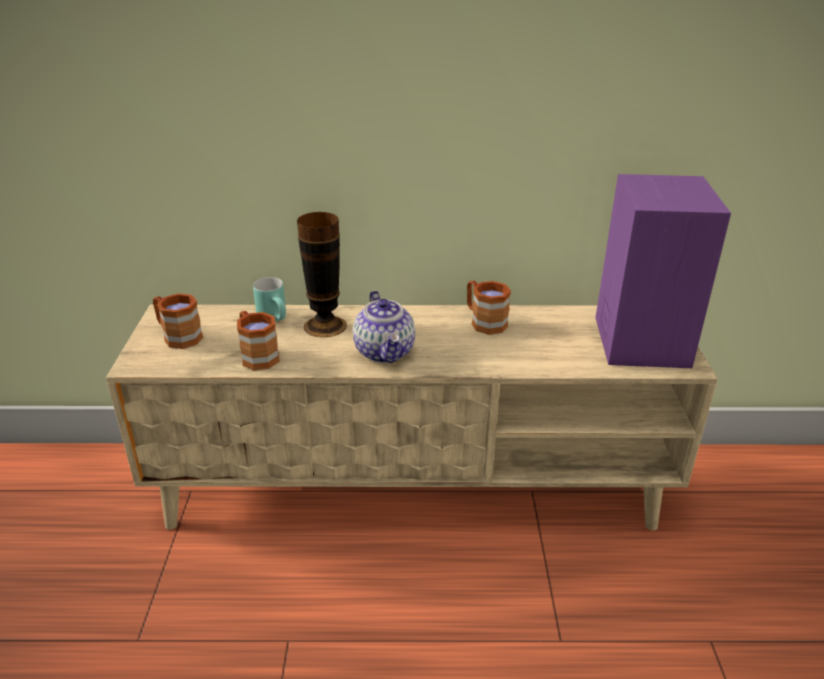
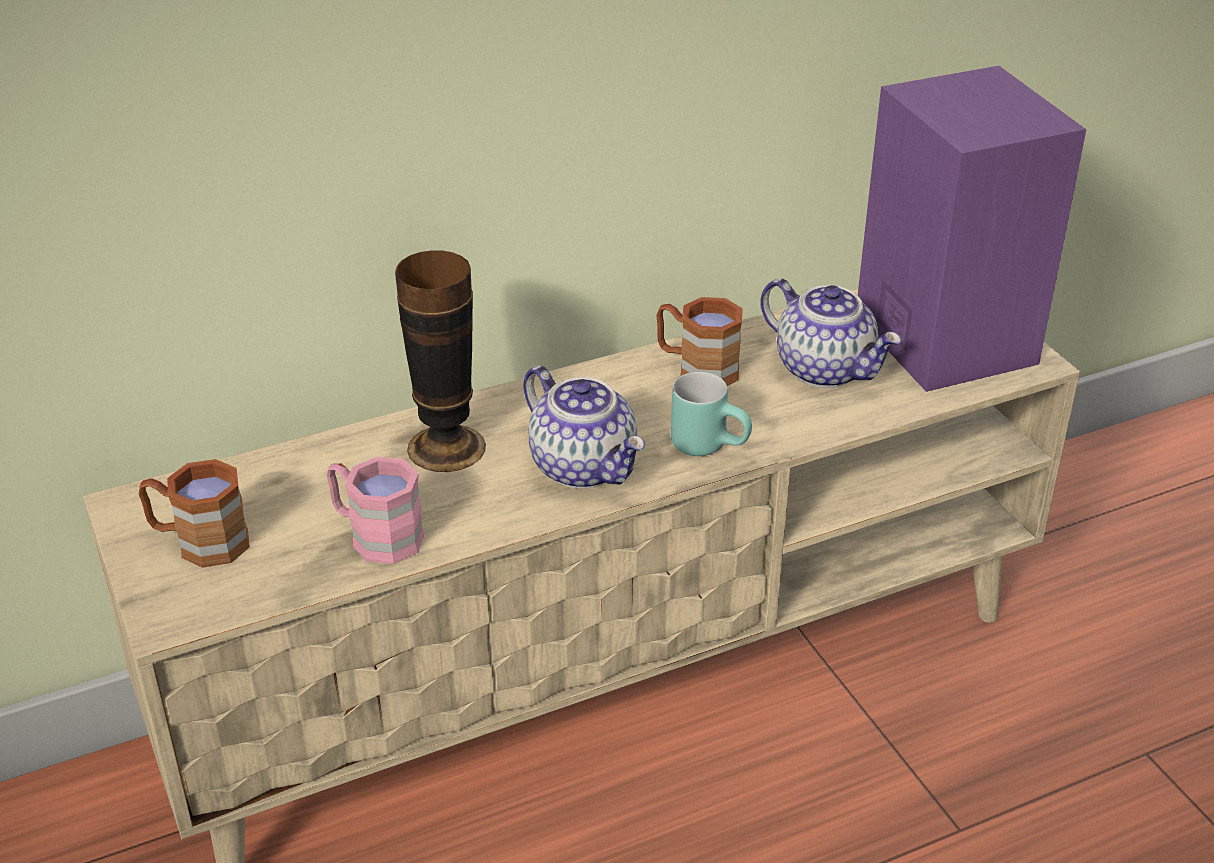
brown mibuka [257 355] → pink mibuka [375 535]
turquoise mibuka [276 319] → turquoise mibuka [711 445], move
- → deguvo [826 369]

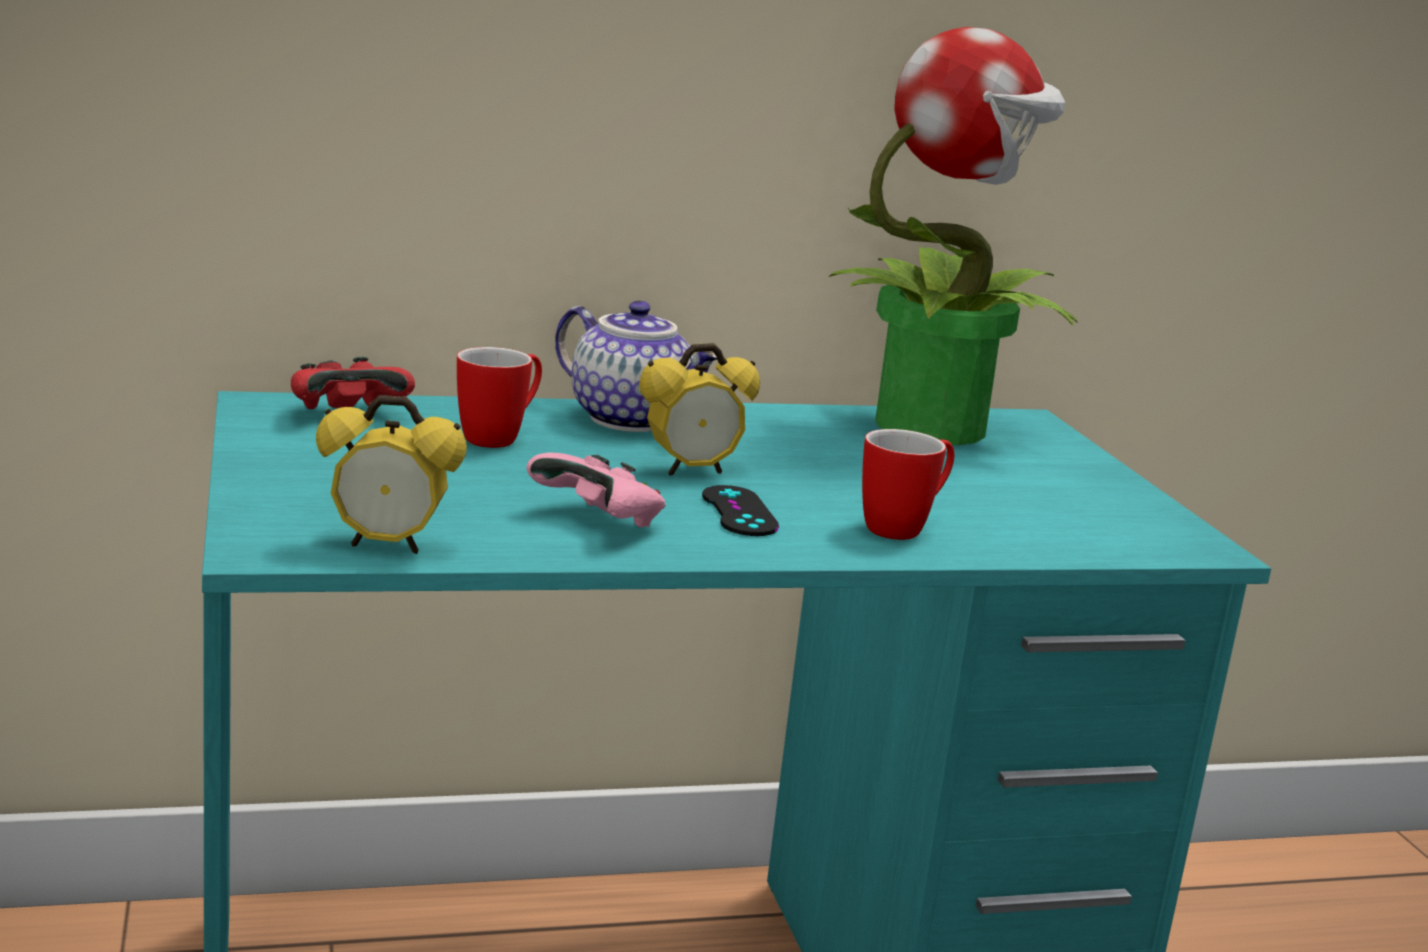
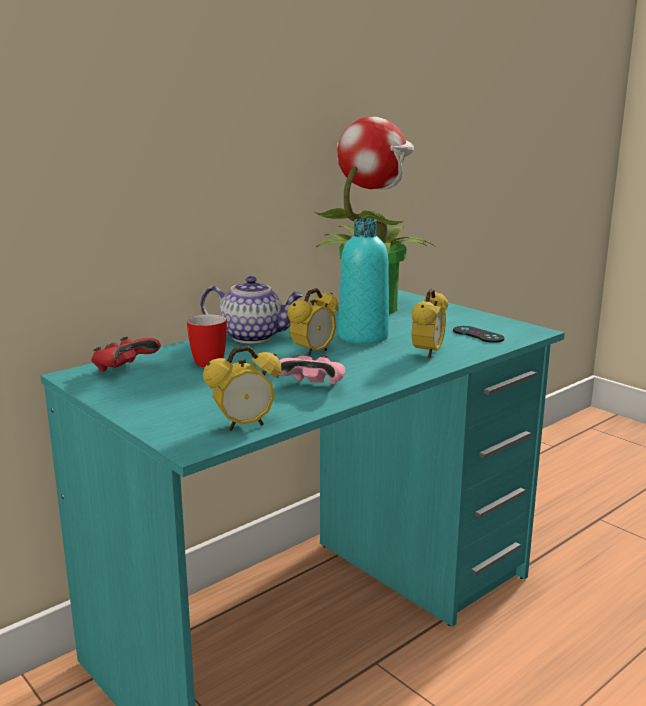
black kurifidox [739 512] → black kurifidox [478 335], move
mibuka [904 528] → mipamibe [428 353]
- → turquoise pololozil [363 337]

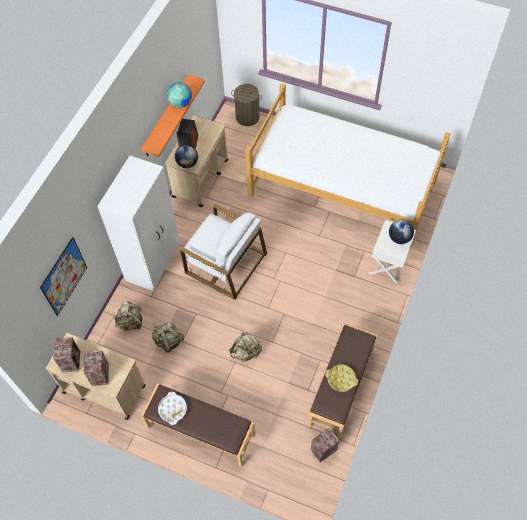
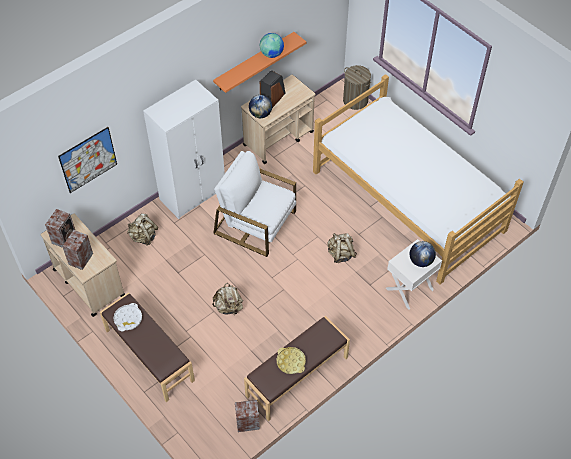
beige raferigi [168 341] → beige raferigi [340 254], move
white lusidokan [225 263] → white lusidokan [256 222], 150 degrees clockwise

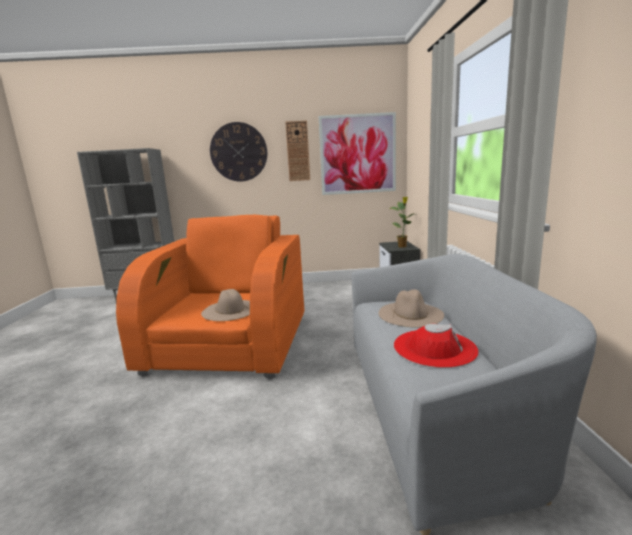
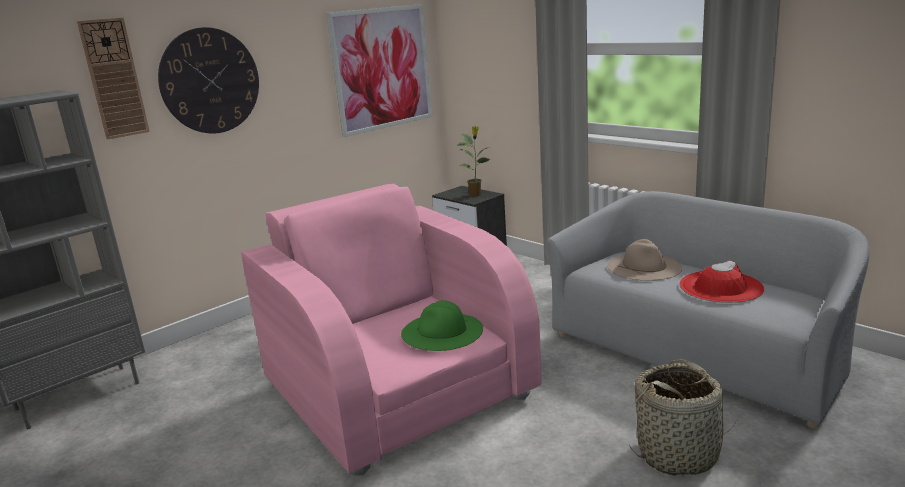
orange lusidokan [231 344] → pink lusidokan [398 389]
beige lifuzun [229 310] → green lifuzun [442 331]
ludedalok [298 151] → ludedalok [114 78], move
- → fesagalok [679 454]

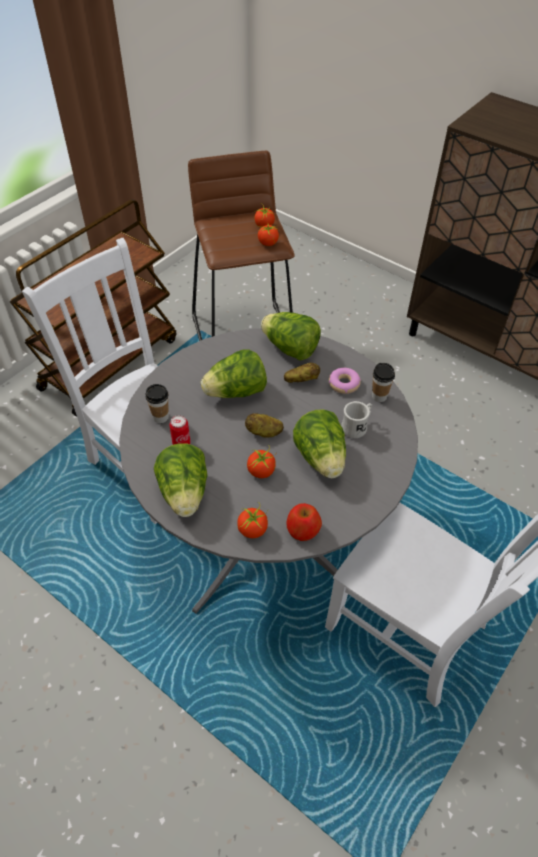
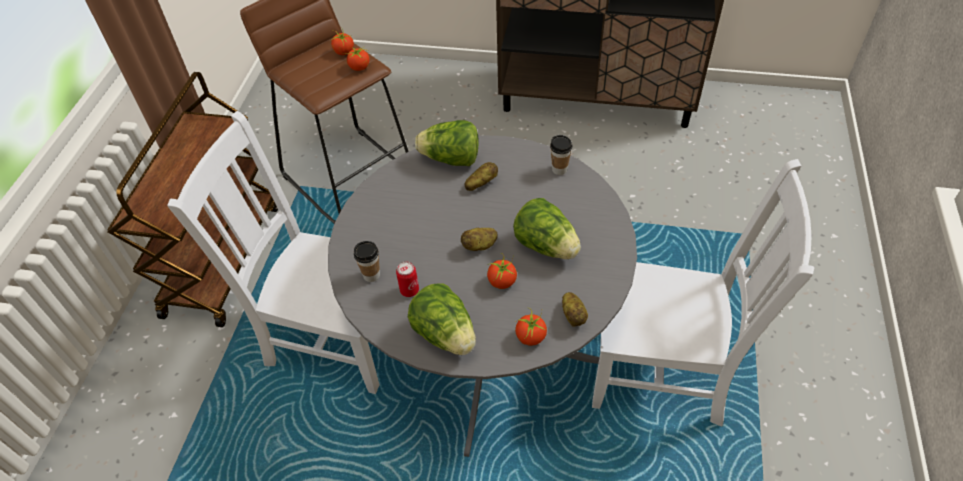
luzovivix [236 392] → -
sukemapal [303 529] → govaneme [573 315]
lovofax [344 384] → -
white mibuka [357 427] → -

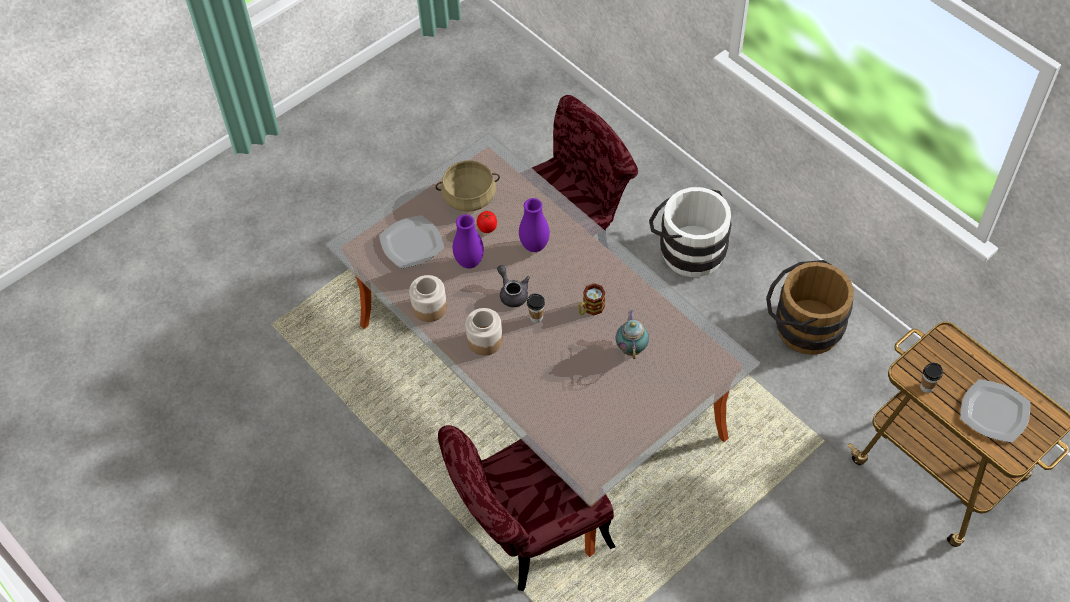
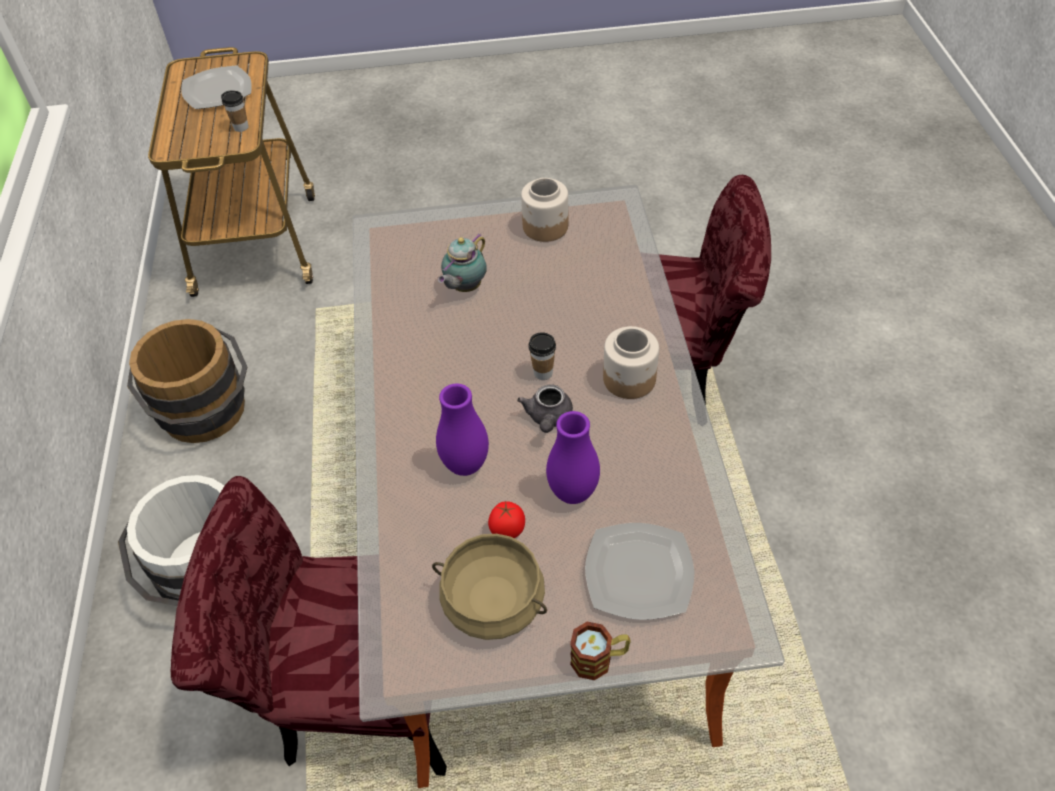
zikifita [429 308] → zikifita [546 227], move
mibuka [590 309] → mibuka [599 659], move

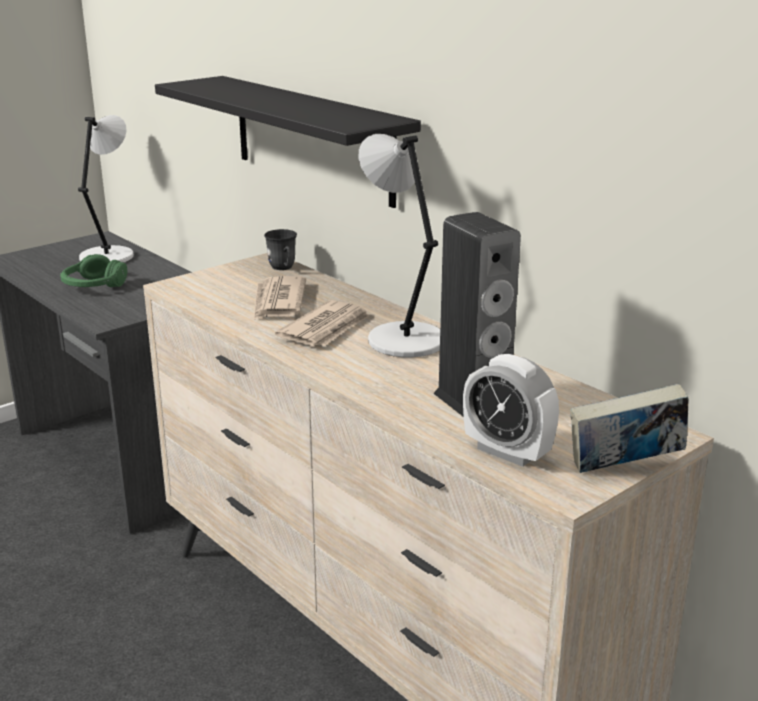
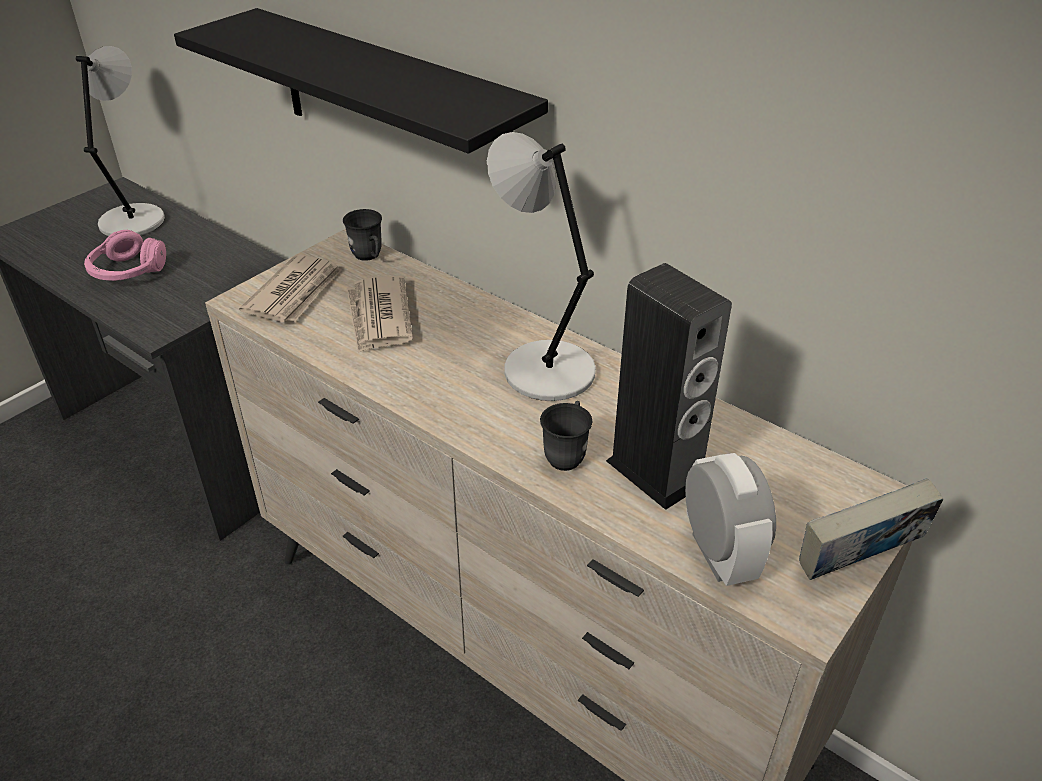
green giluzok [93 286] → pink giluzok [127 271]
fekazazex [326 328] → fekazazex [296 293], move
mipamibe [507 452] → mipamibe [719 554], 135 degrees counterclockwise
- → grey mibuka [567 453]

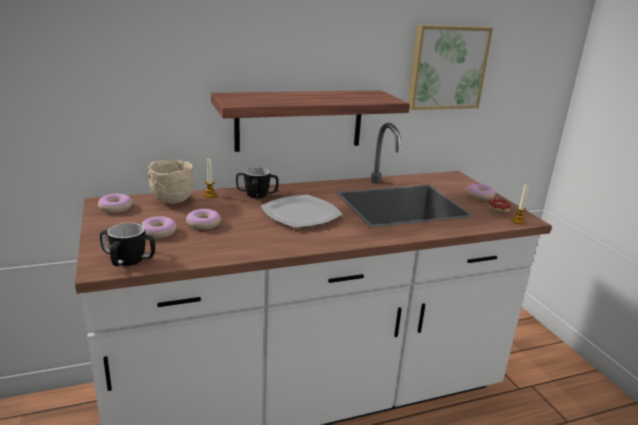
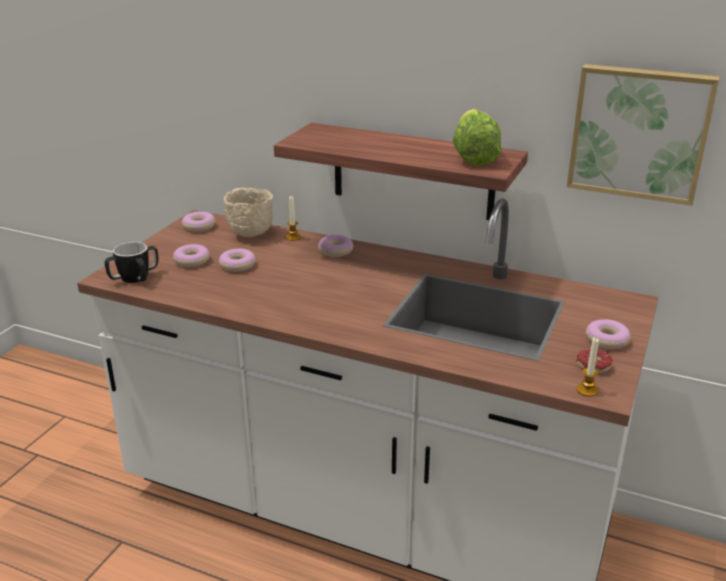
mibuka [257 195] → lovofax [335 251]
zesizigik [300 214] → -
- → luzovivix [474 157]

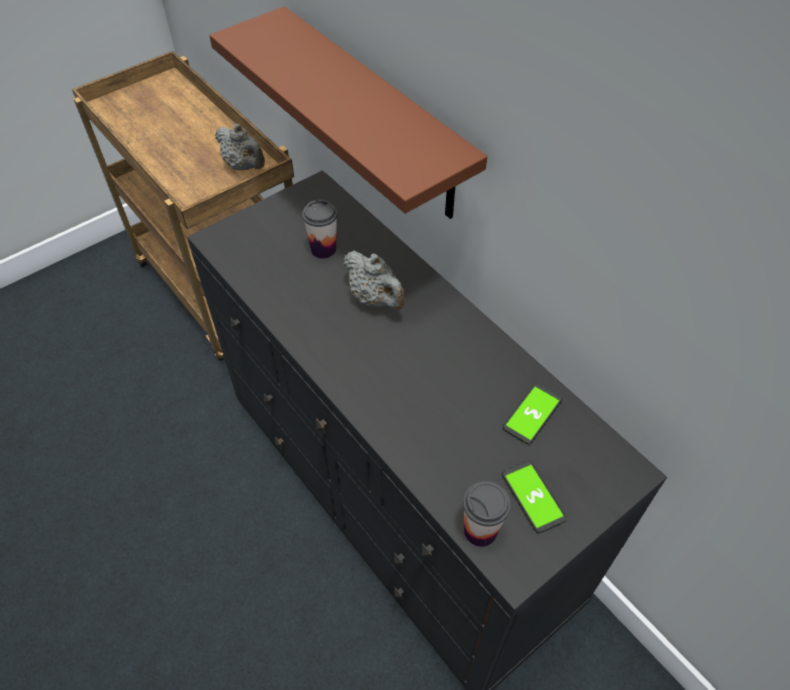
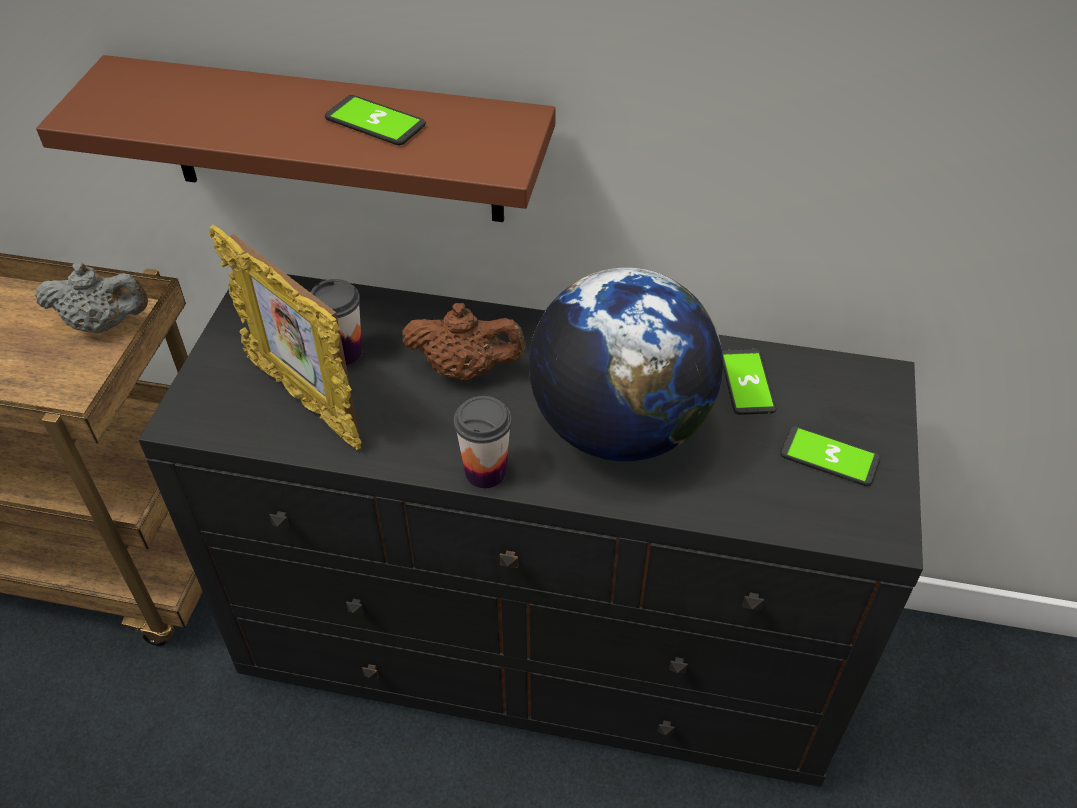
grey deguvo [375 299] → brown deguvo [465 369]
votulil [480 530] → votulil [485 472], move
- → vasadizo [305 401]
- → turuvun [375 122]
- → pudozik [619 427]

